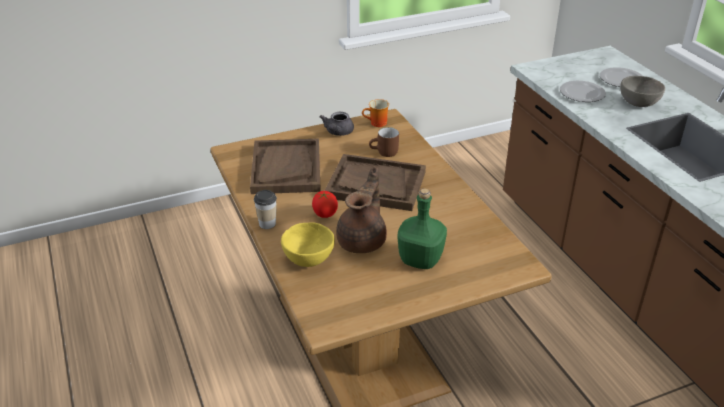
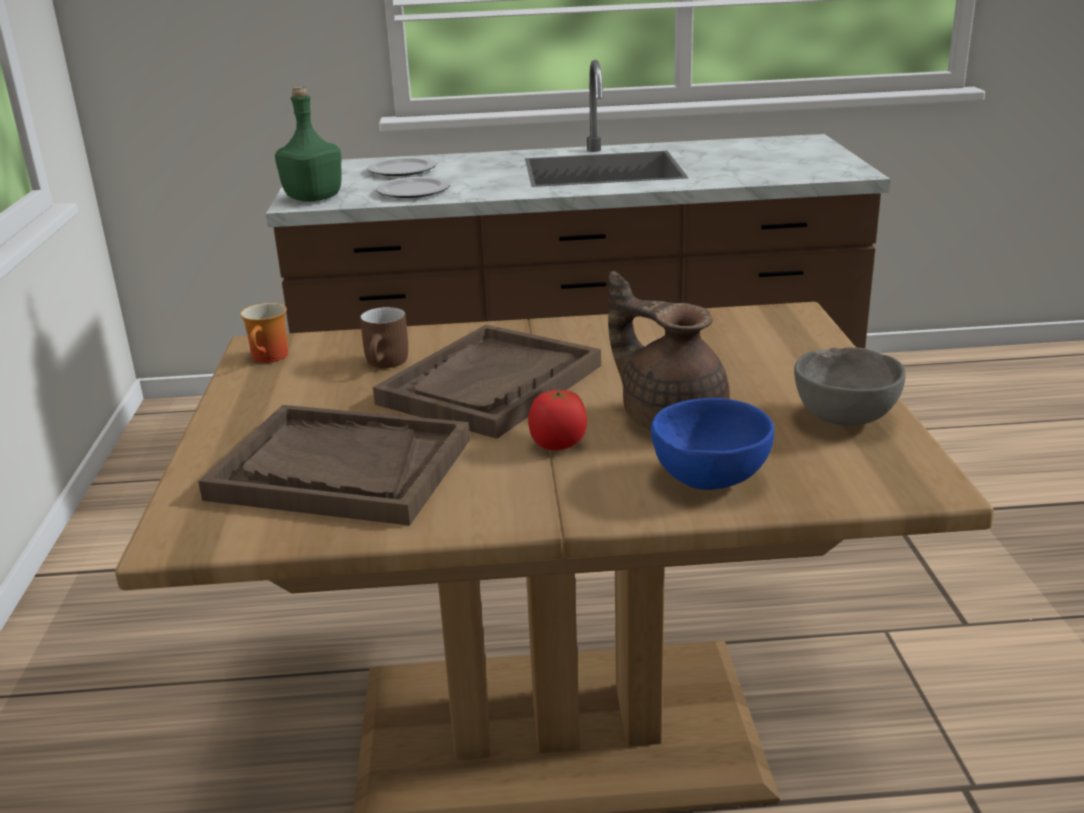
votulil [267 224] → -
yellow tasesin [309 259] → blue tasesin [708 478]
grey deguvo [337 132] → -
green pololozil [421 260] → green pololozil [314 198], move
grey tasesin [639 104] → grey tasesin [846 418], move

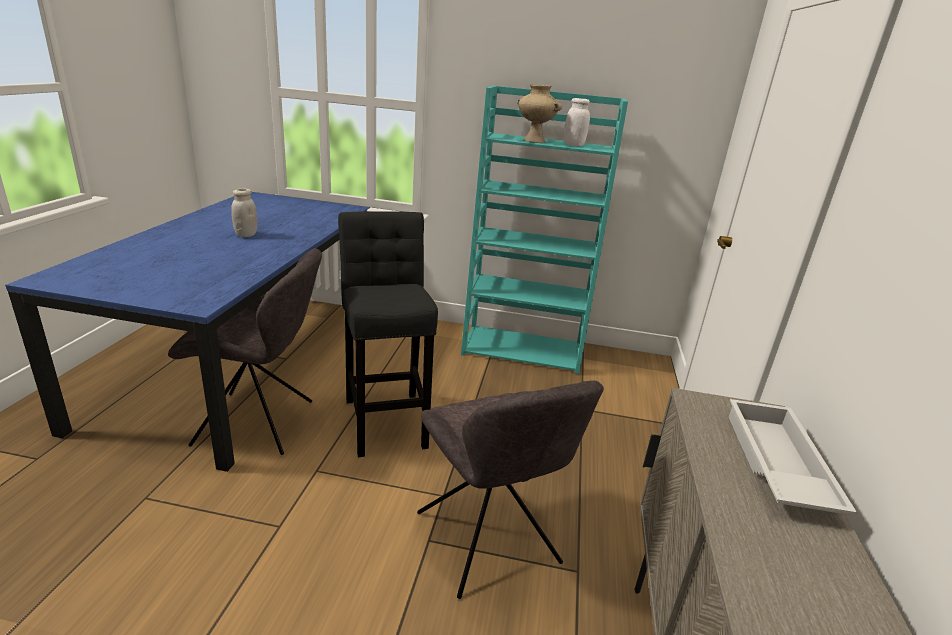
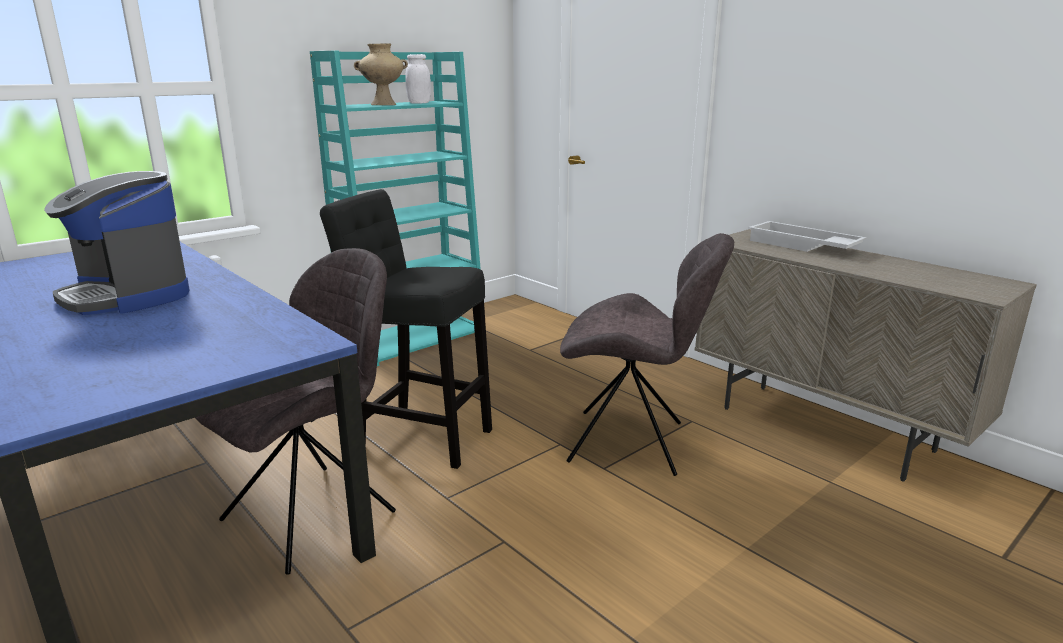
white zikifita [246 235] → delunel [127 296]

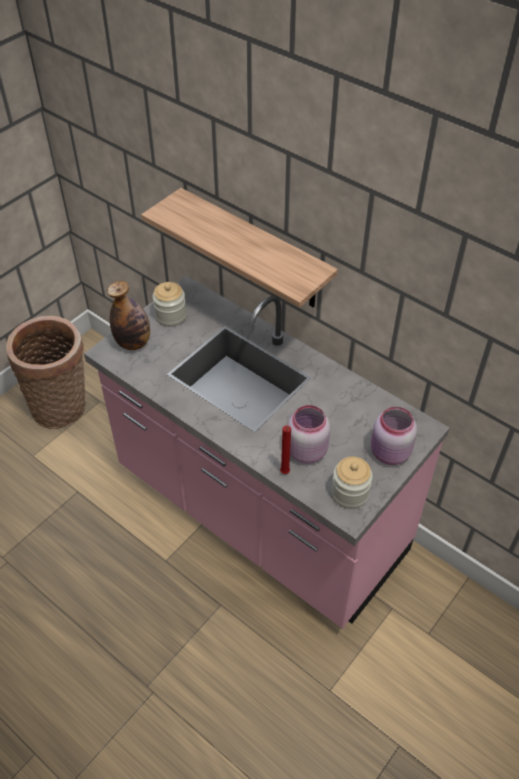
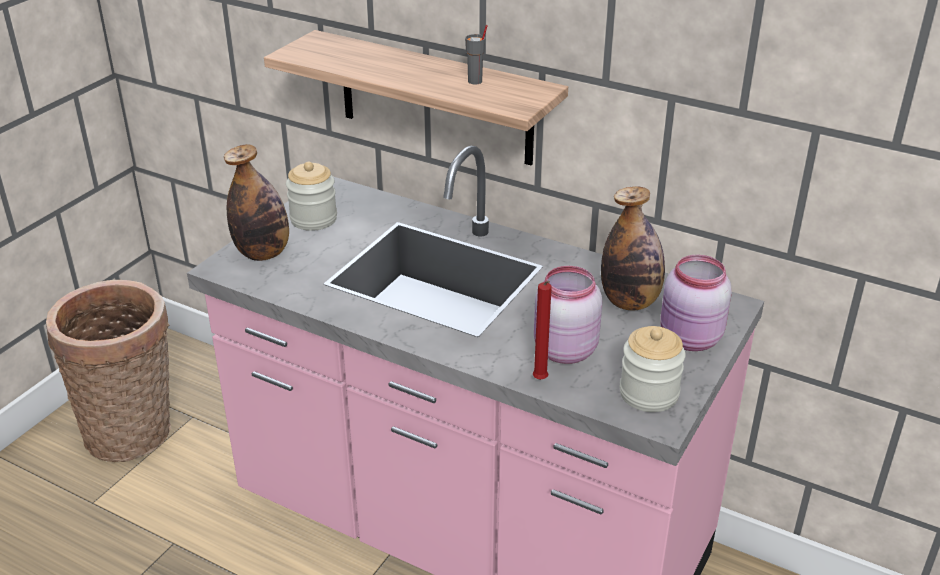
- → grey votulil [475 81]
- → pololozil [630 302]

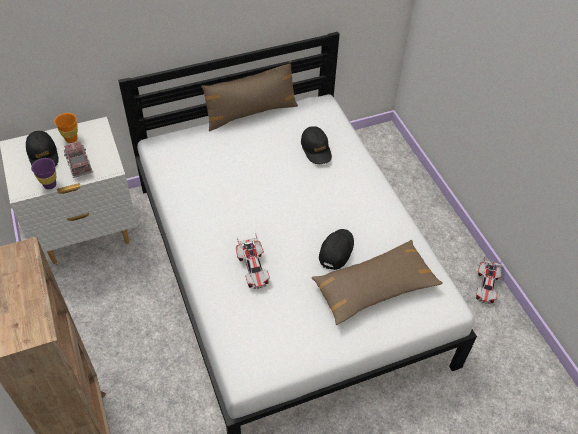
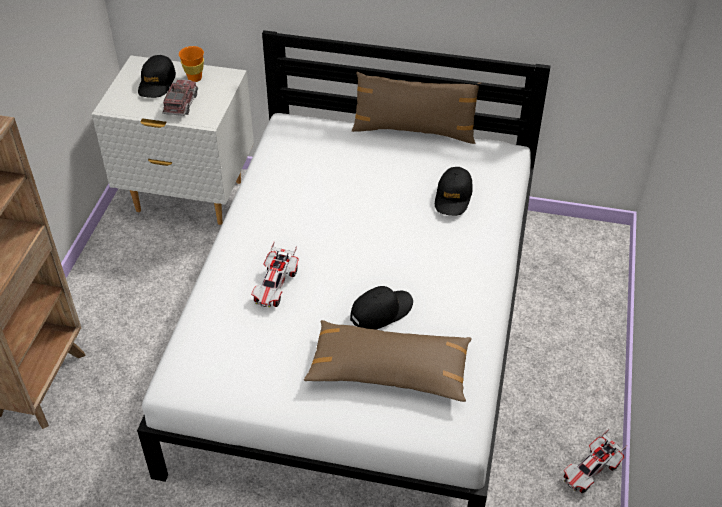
purple votulil [50 185] → -

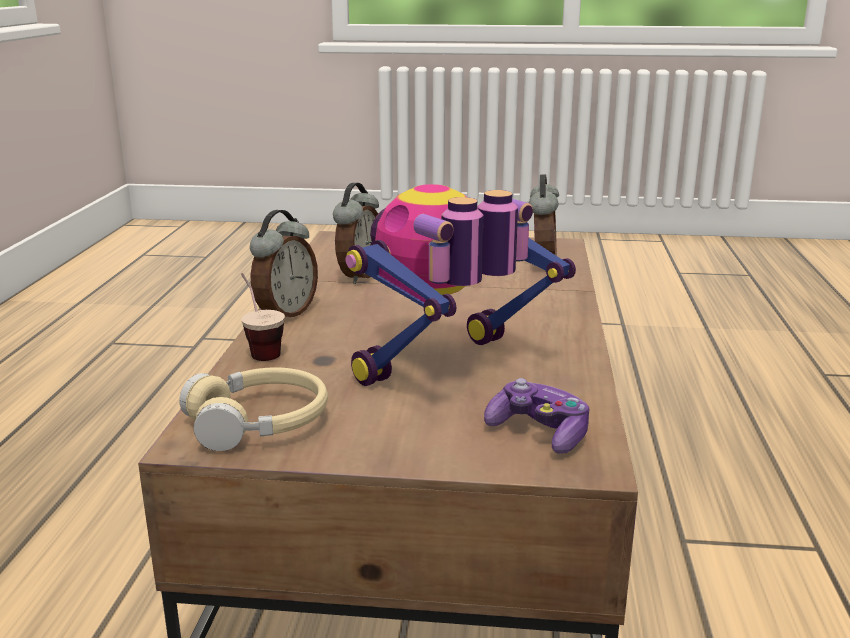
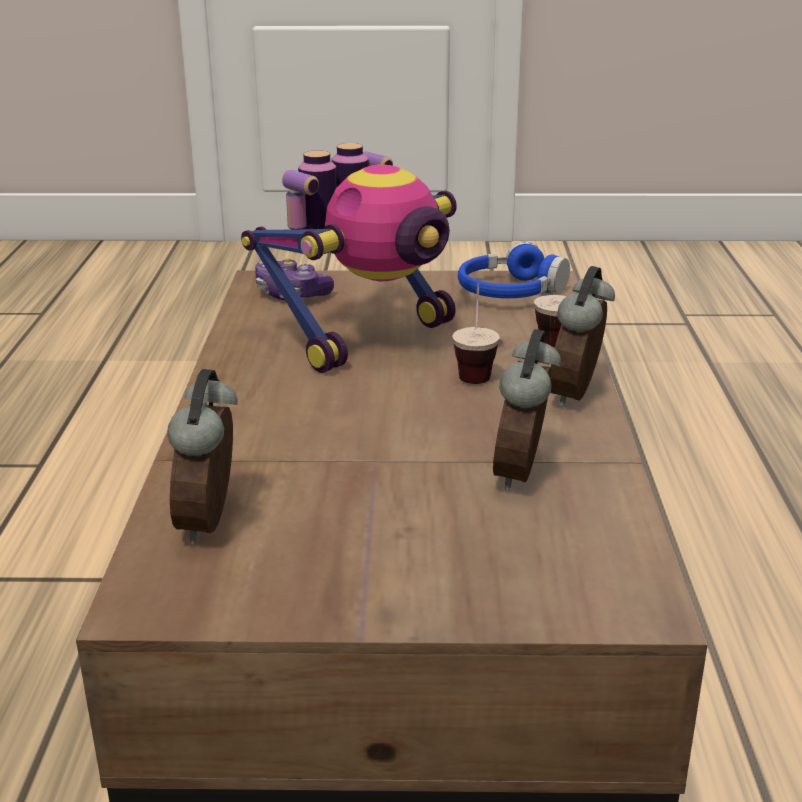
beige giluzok [259 423] → blue giluzok [510 292]
- → votulil [475 370]

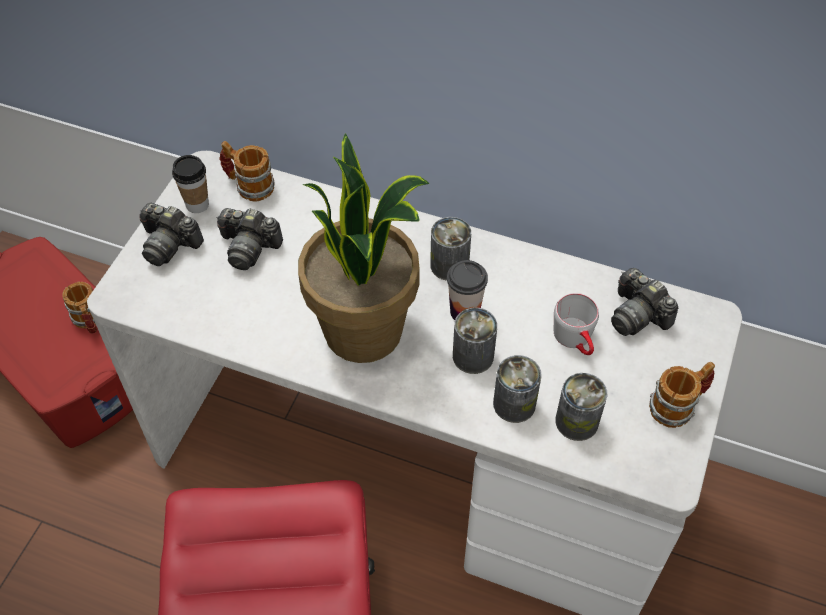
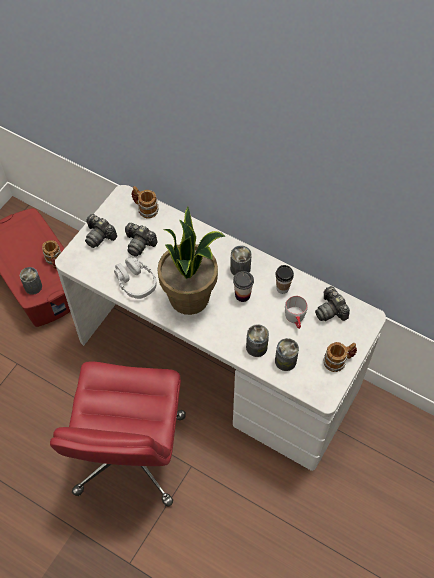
votulil [197 204] → votulil [282 288], move
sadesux [473 356] → sadesux [33 287], move
- → grey giluzok [136 282]

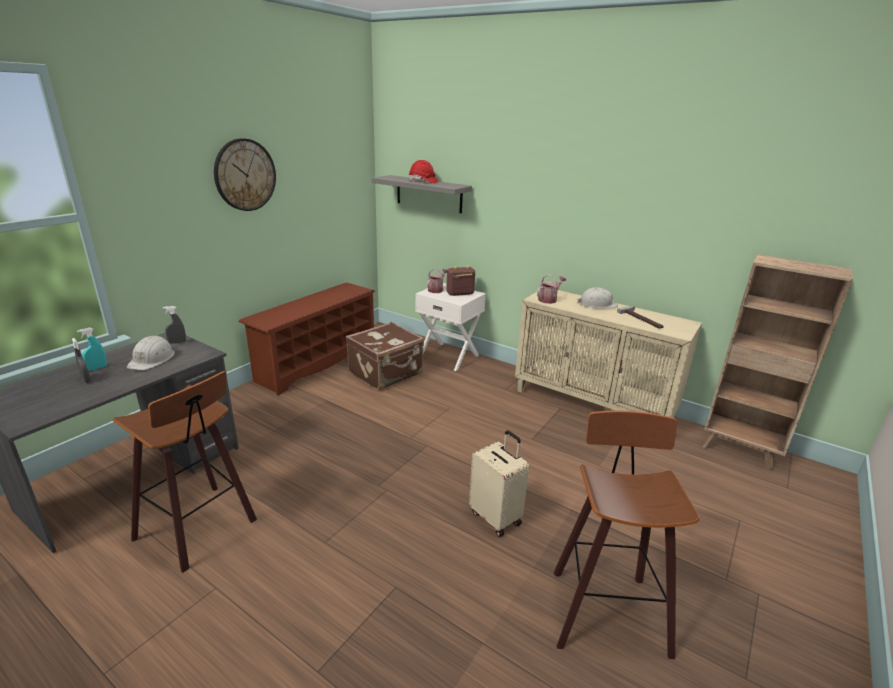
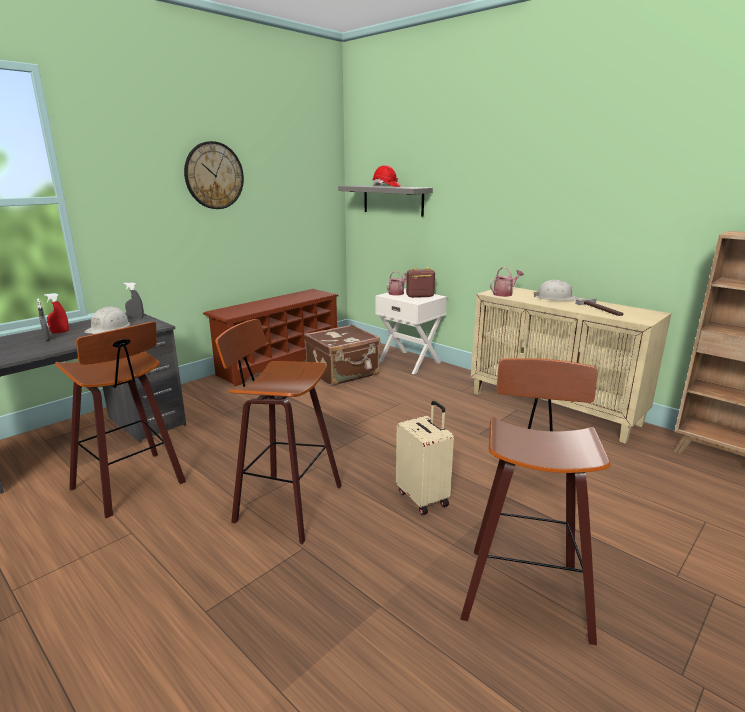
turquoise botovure [97 368] → red botovure [60 332]
- → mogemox [284 504]

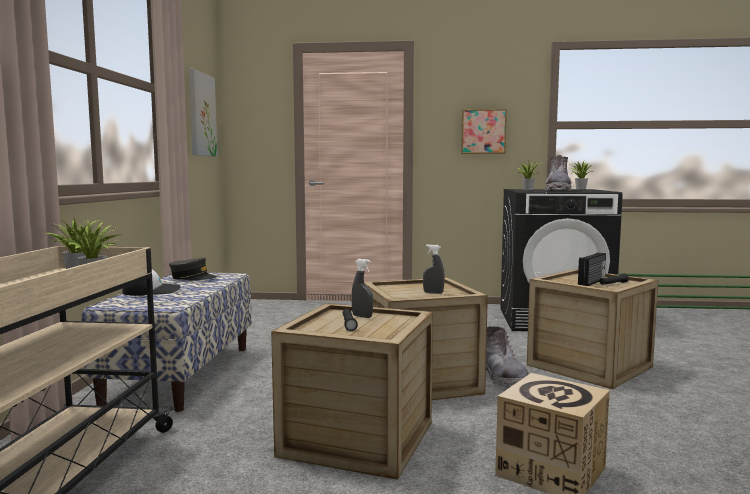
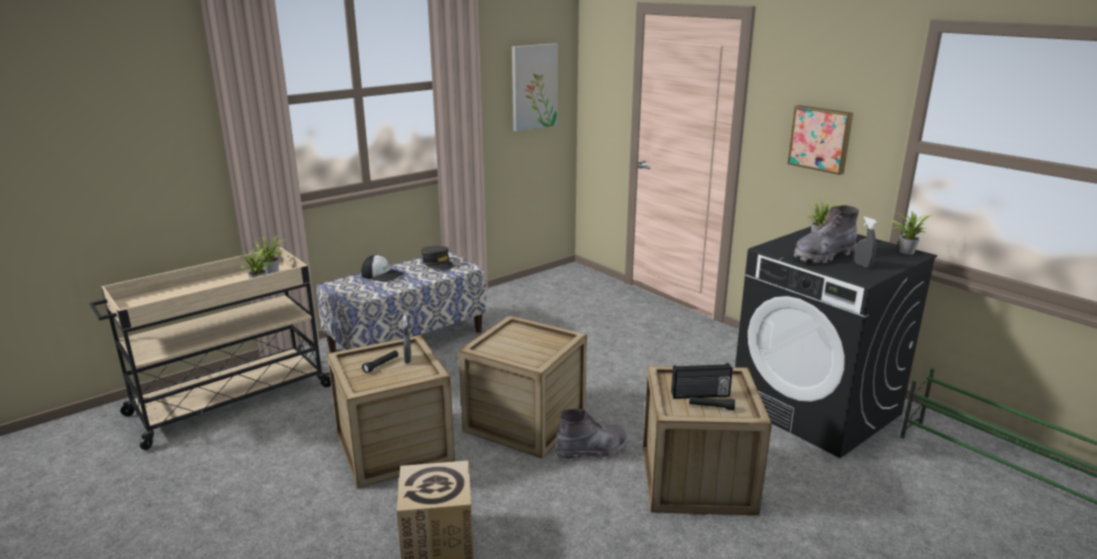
grey botovure [433 293] → grey botovure [862 265], move
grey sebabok [502 378] → grey sebabok [592 450], 135 degrees counterclockwise

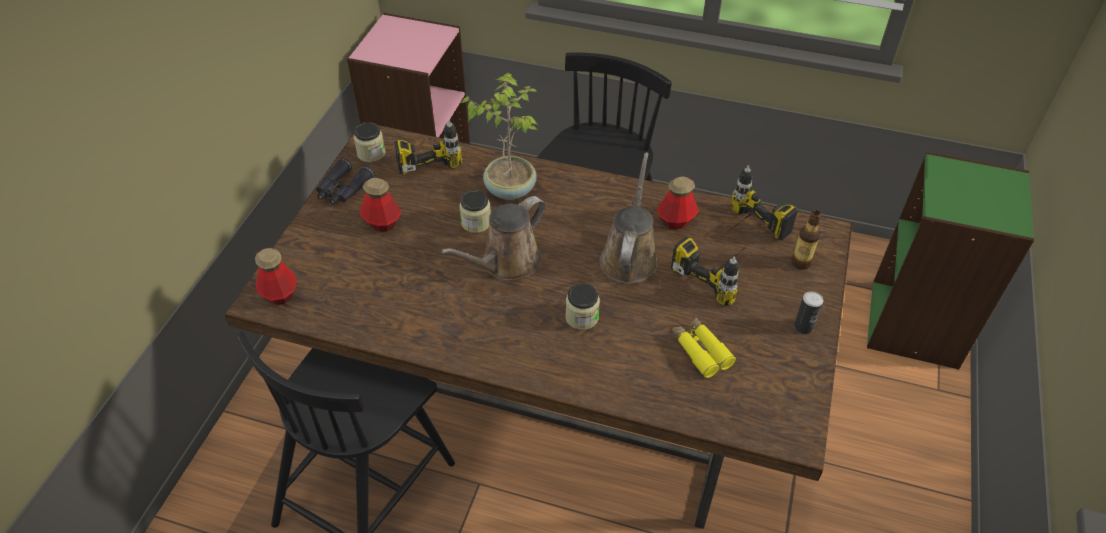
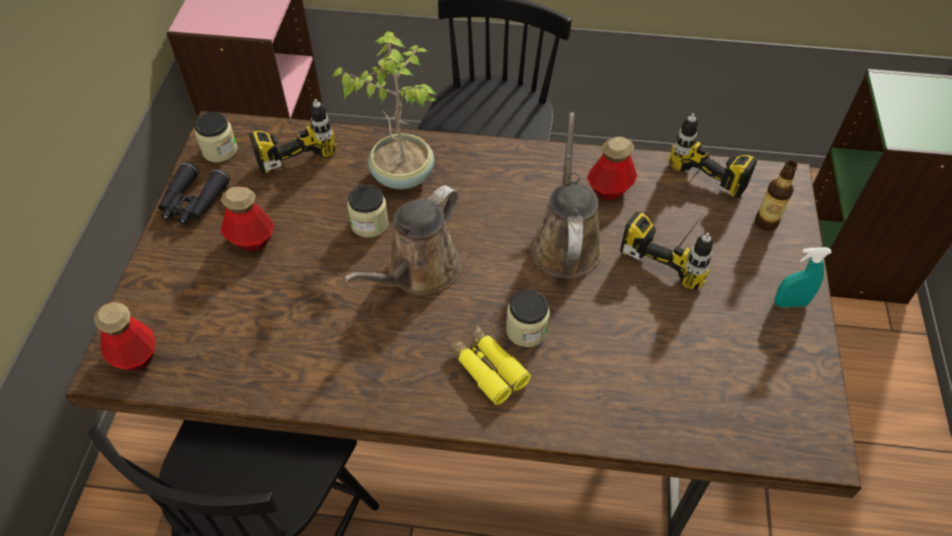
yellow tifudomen [700 351] → yellow tifudomen [488 368], move
sadesux [803 327] → turquoise botovure [790 303]

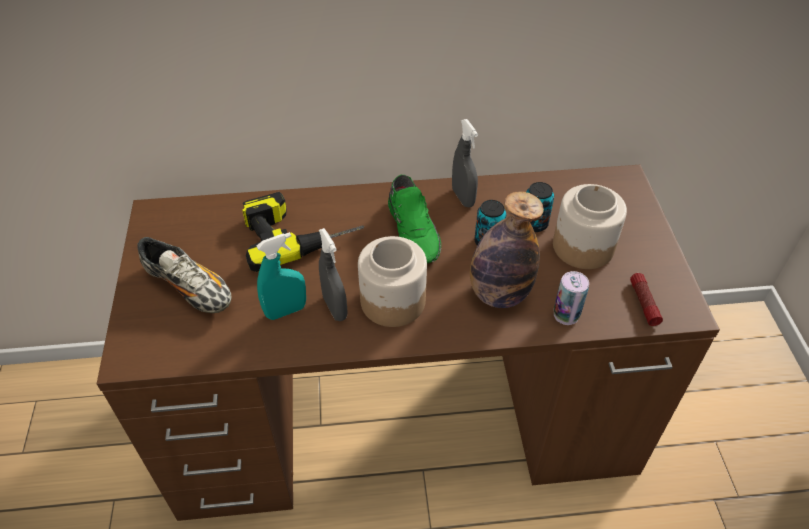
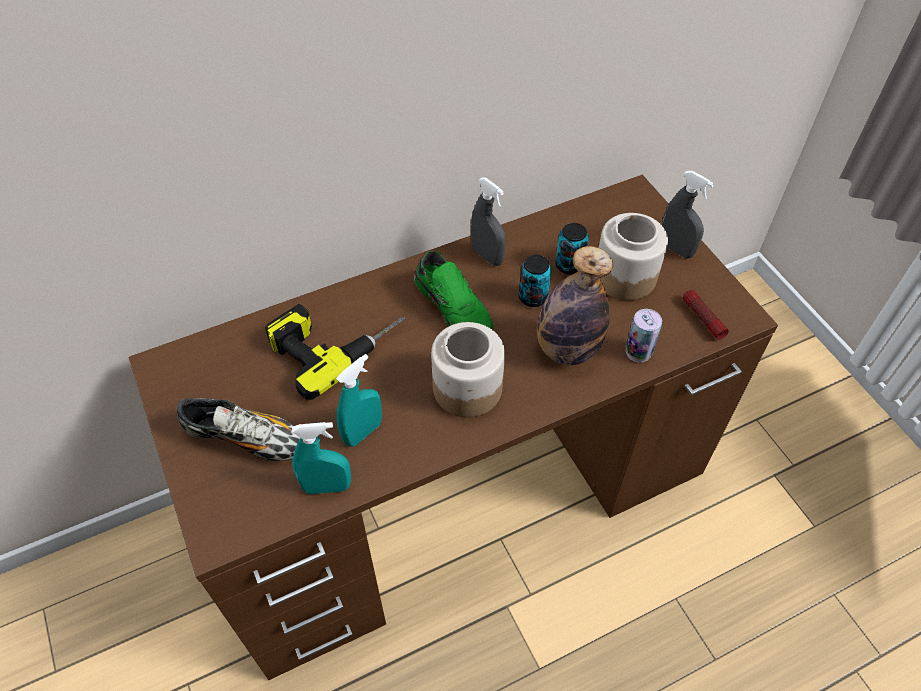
grey botovure [335 308] → grey botovure [675 249], move
- → turquoise botovure [327 487]

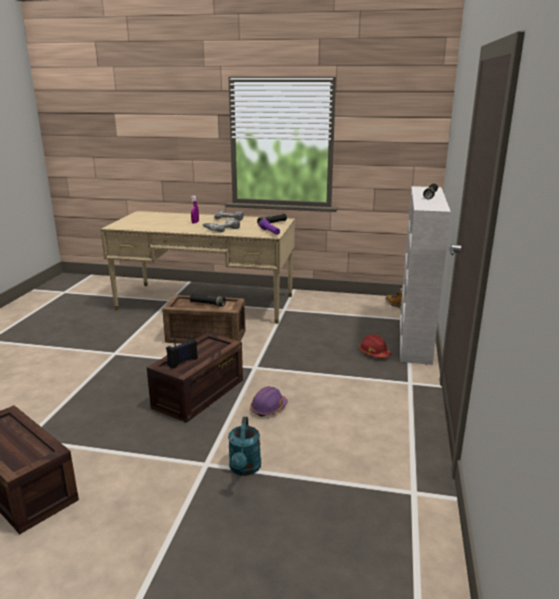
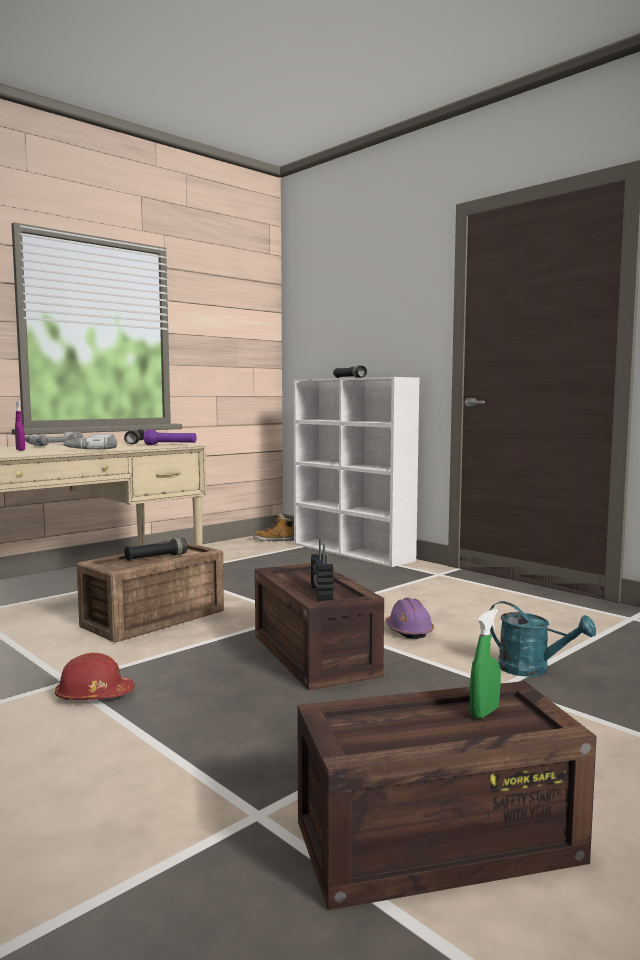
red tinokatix [374 353] → red tinokatix [94 695], move
- → green botovure [484 712]

